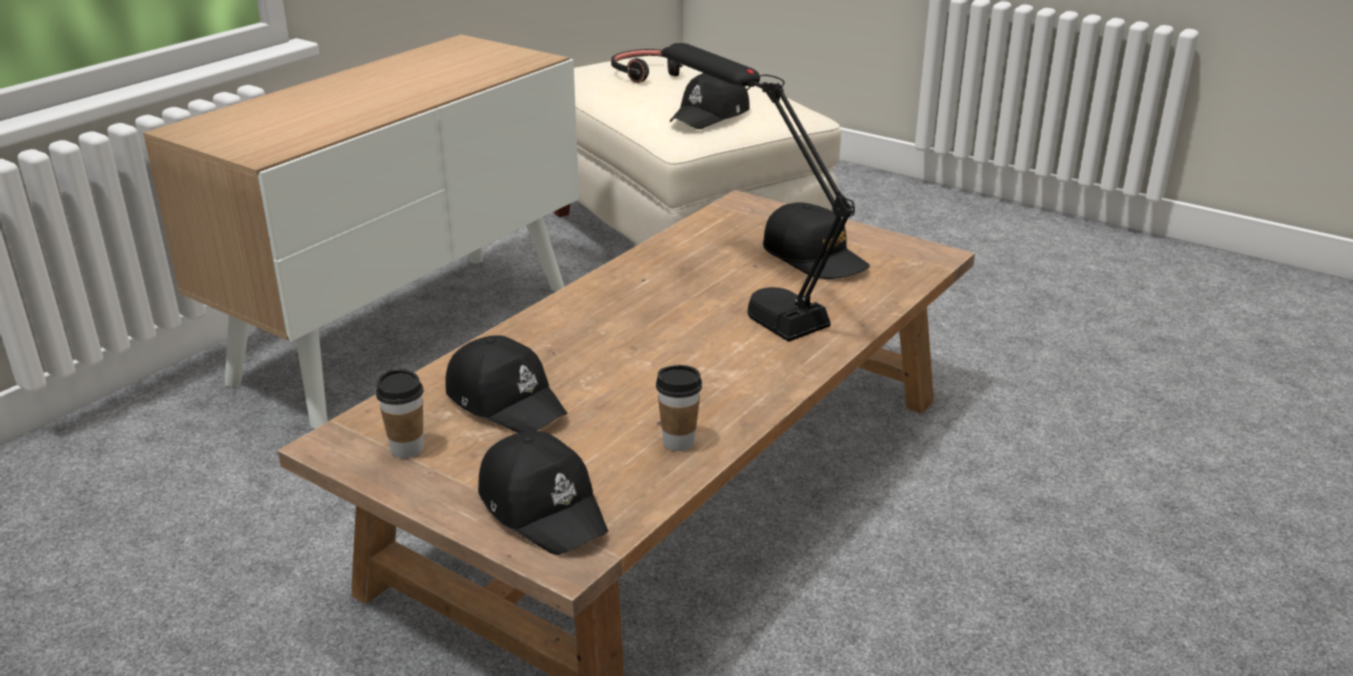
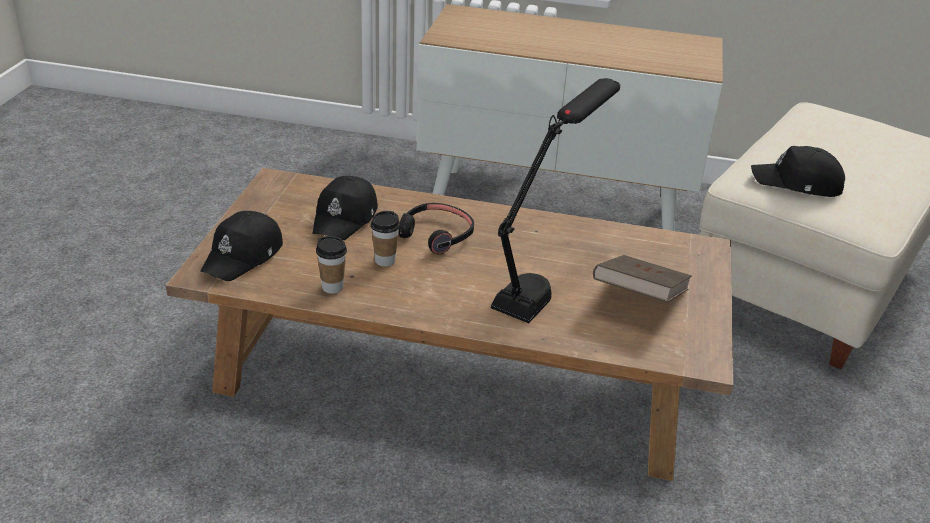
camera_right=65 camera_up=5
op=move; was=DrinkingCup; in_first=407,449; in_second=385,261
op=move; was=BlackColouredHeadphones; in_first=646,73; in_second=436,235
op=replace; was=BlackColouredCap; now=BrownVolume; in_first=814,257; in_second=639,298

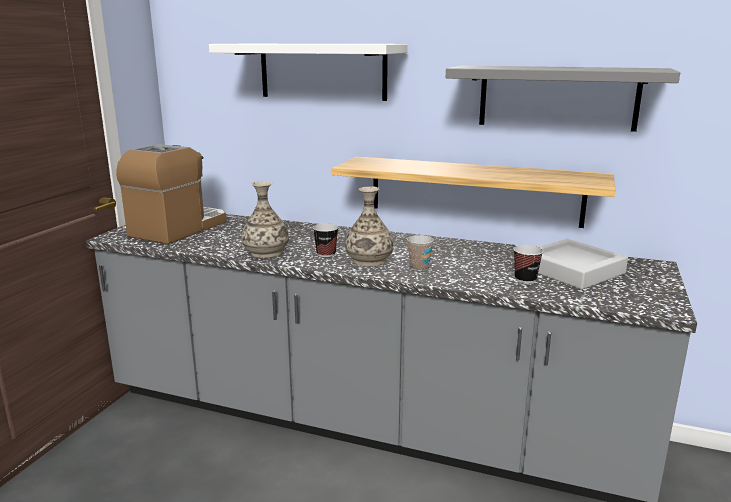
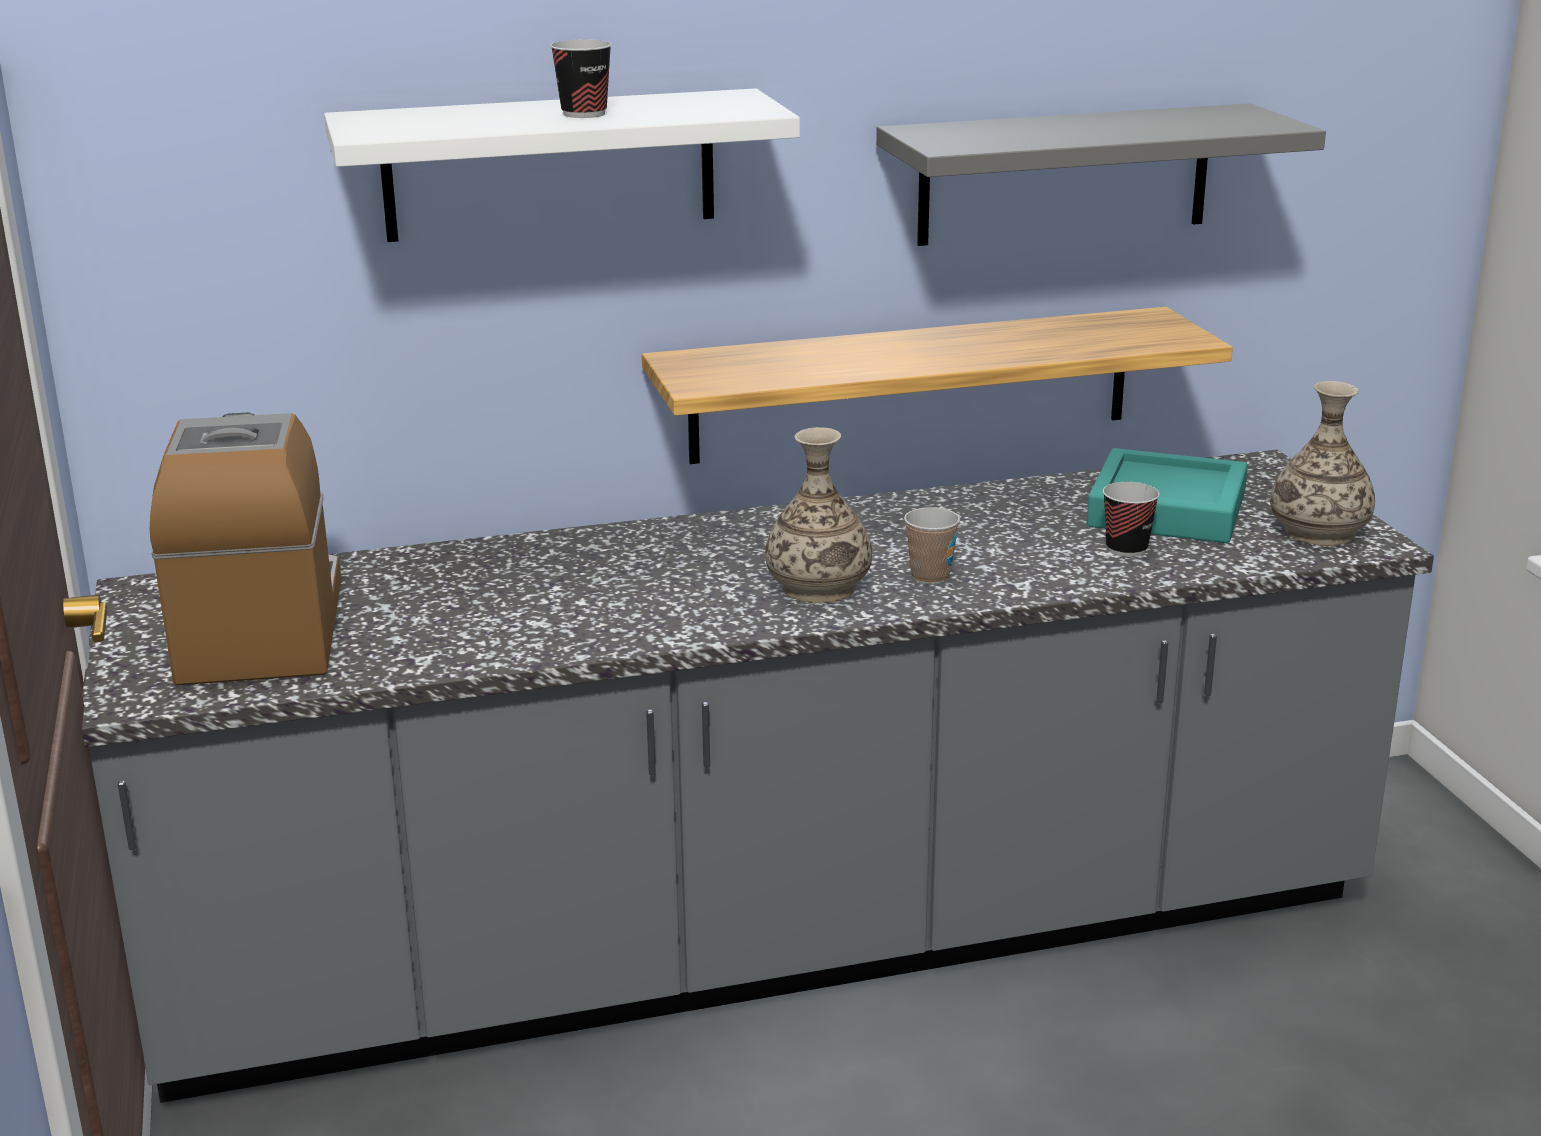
camera_right=-35 camera_up=5
op=move; was=DrinkingCup; in_first=326,254; in_second=584,114
op=recolor; was=GreyishTray; now=TurquoiseColouredTray; in_first=572,270; in_second=1167,510
op=move; was=FlowerVase; in_first=266,252; in_second=1319,532

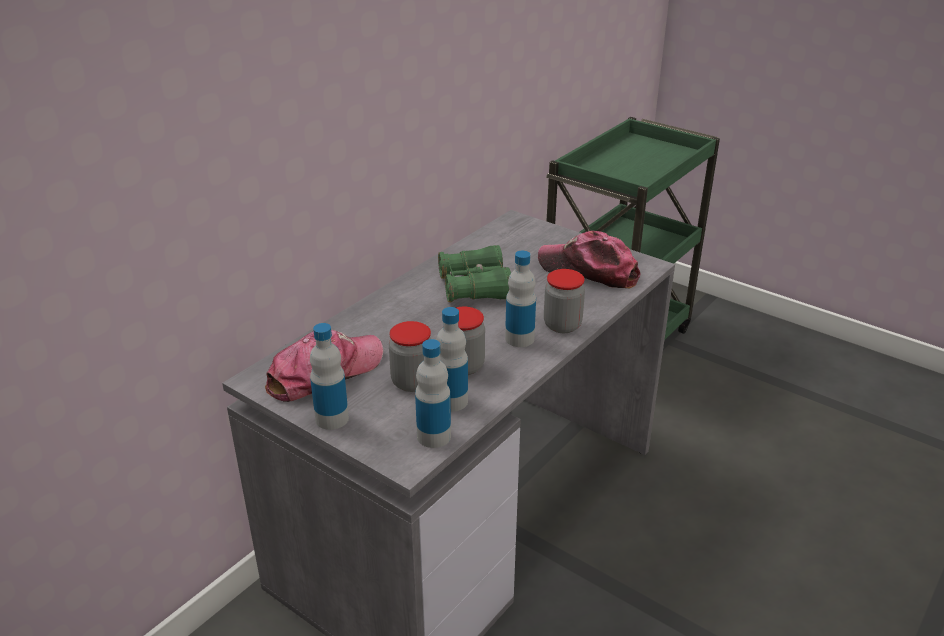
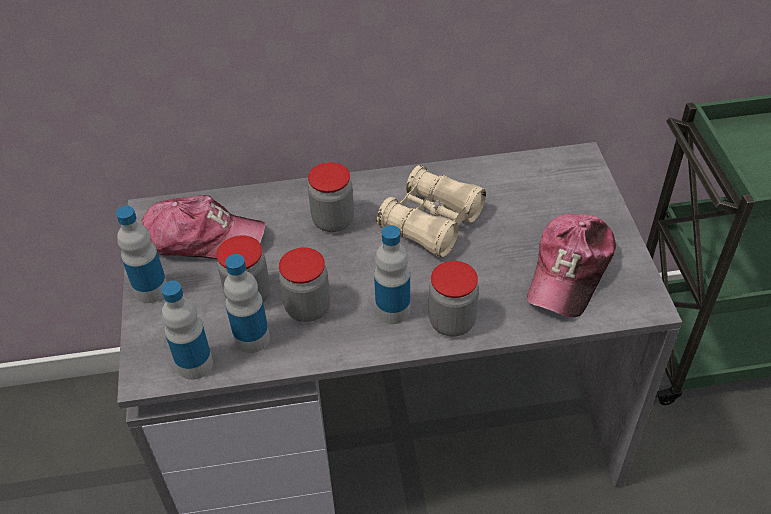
camera_right=45 camera_up=15
op=insert; now=PreserveJar; in_second=333,220
op=recolor; was=GreenishBinoculars; now=BeigeColouredBinoculars; in_first=475,287; in_second=432,222
op=rotate; was=Cap; in_first=589,271; in_second=570,271; clockwise=-135

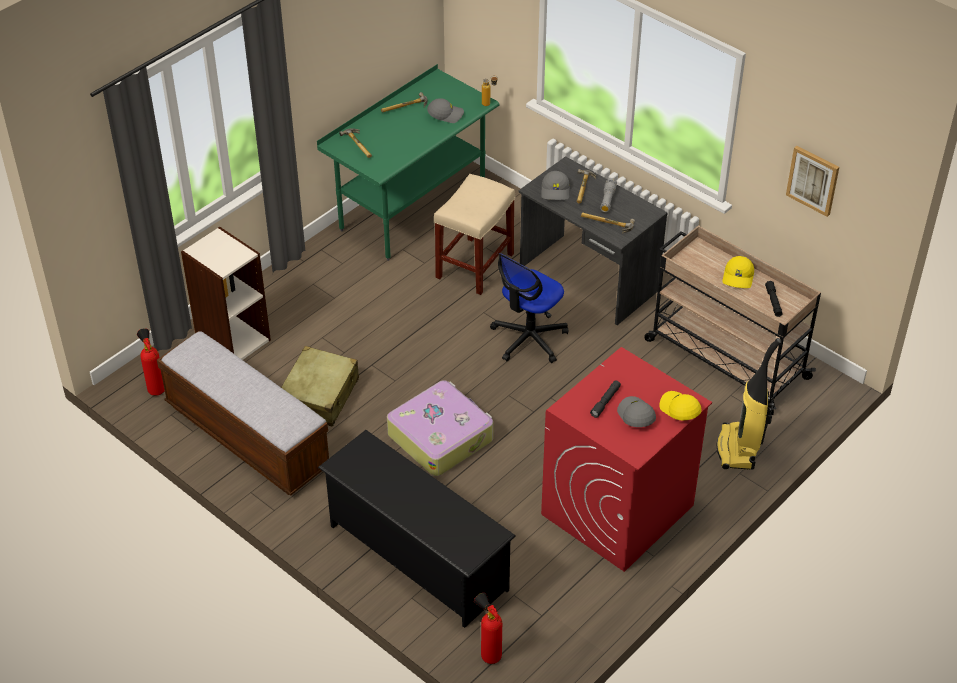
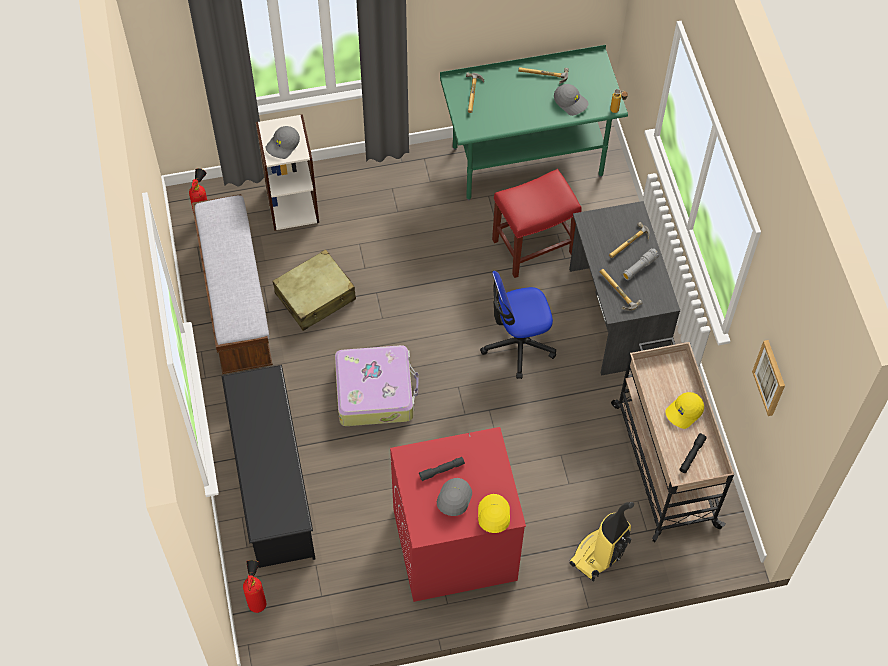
camera_right=35 camera_up=15
op=move; was=GreyishCap; in_first=556,191; in_second=283,145
op=recolor; was=BeigeColouredSittingStool; now=RedSittingStool; in_first=474,266; in_second=532,247

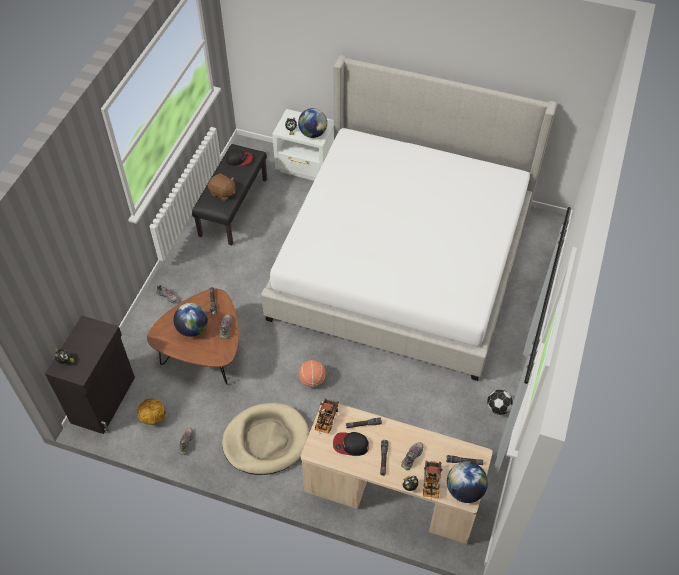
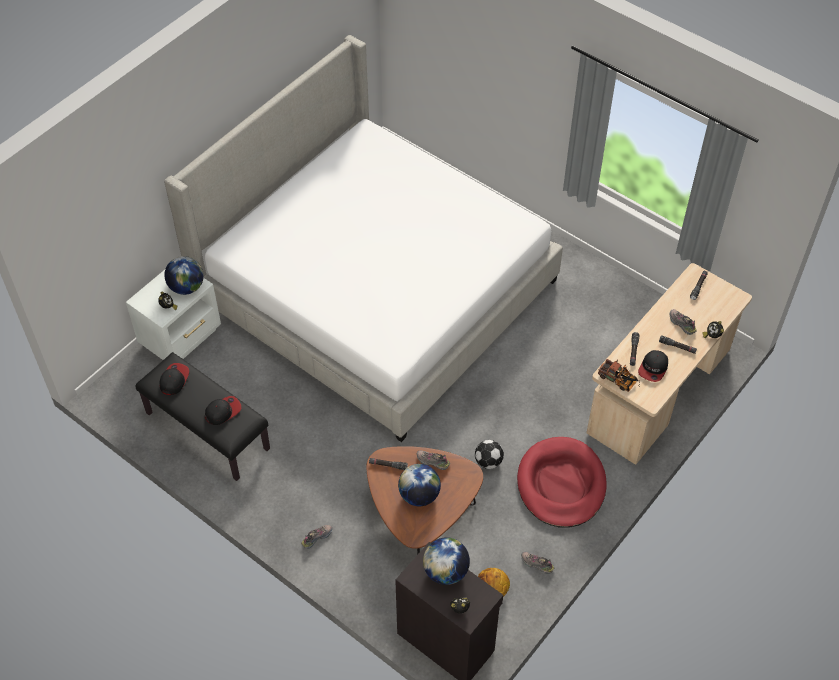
camera_right=-70 camera_up=0
op=replace; was=BrownPlushToy; now=Cap; in_first=223,193; in_second=223,411
op=move; was=Globe; in_first=464,490; in_second=445,571
op=move; was=Football; in_first=497,408; in_second=488,462
op=recolor; was=BeigeColouredPetBed; now=RedPetBed; in_first=266,440; in_second=561,484
op=delete; was=BasketballBall; in_first=312,380
op=delete; was=ModelTruck; in_first=431,484

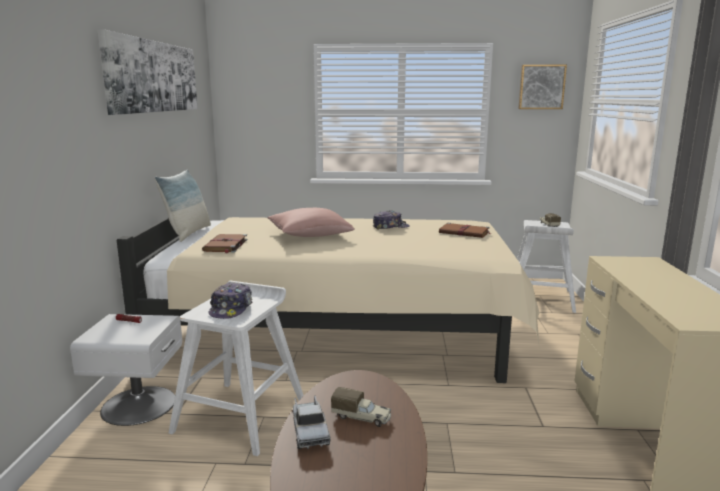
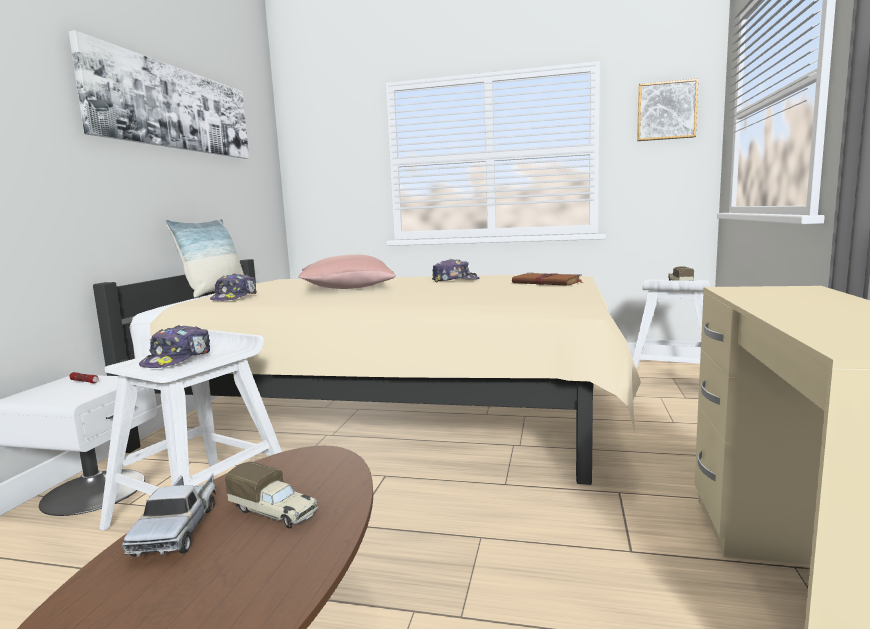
camera_right=10 camera_up=-5
op=replace; was=BrownVolume; now=Cap; in_first=225,245; in_second=235,297

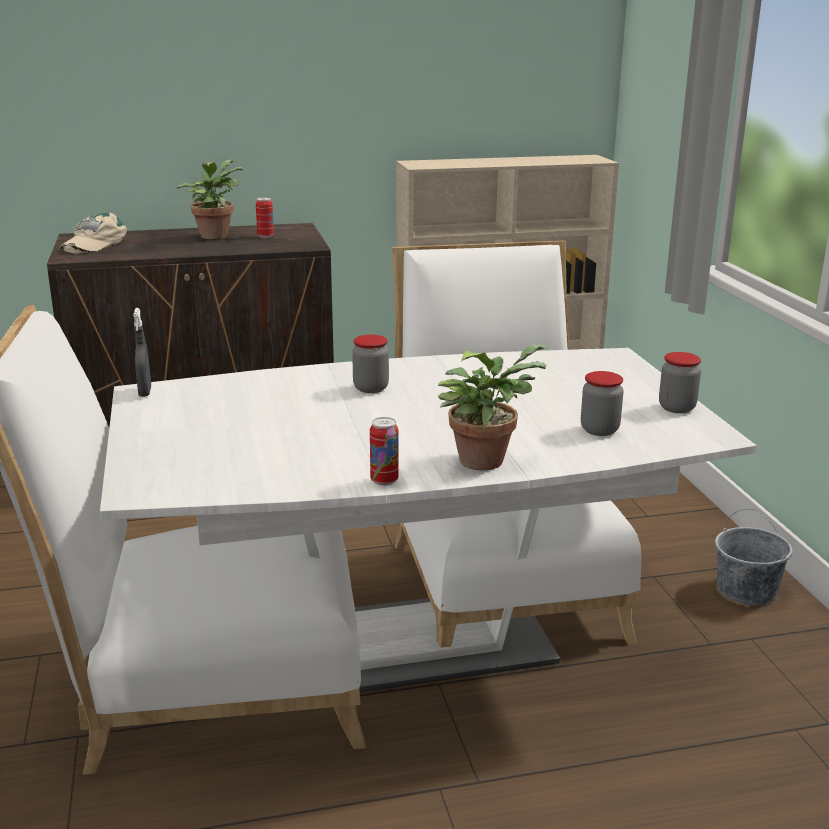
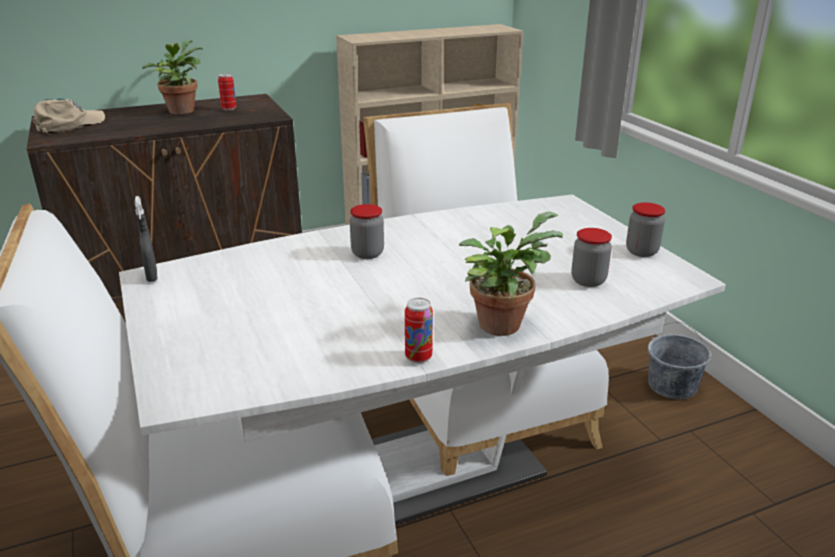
camera_right=-10 camera_up=5
op=rotate; was=BeigeColouredCap; in_first=94,244; in_second=69,125; clockwise=-150

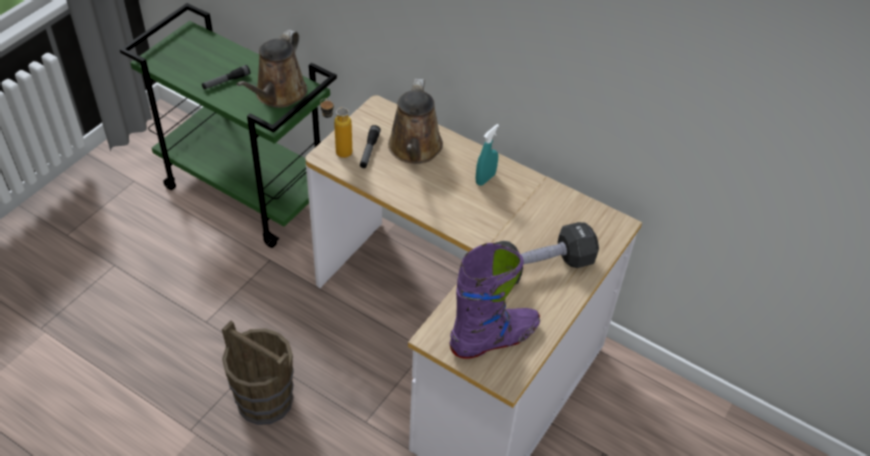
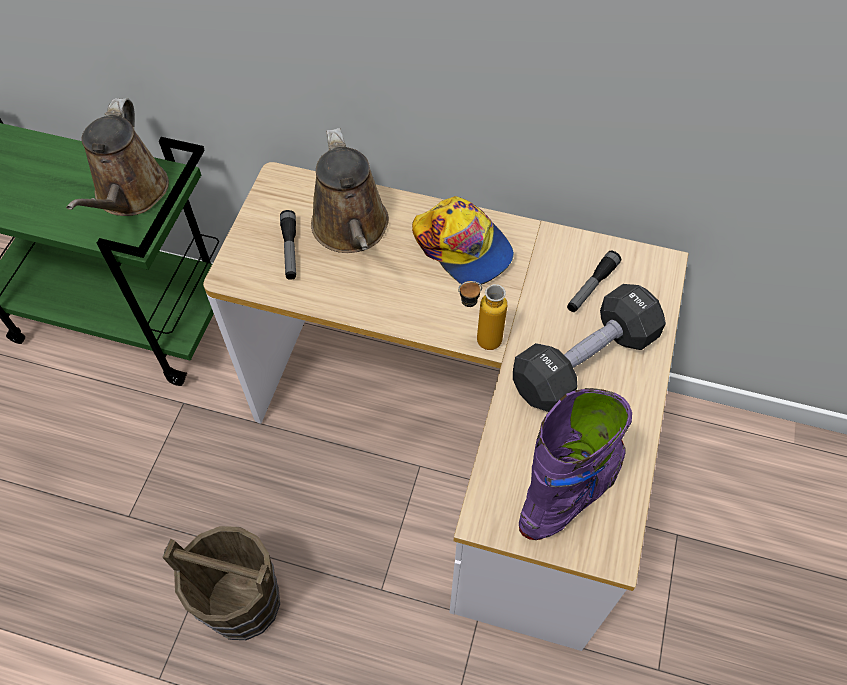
camera_right=-15 camera_up=10
op=replace; was=TurquoiseColouredSprayer; now=Cap; in_first=485,178; in_second=463,247
op=move; was=Bottle; in_first=337,151; in_second=478,341
op=move; was=Flashlight; in_first=226,81; in_second=591,286

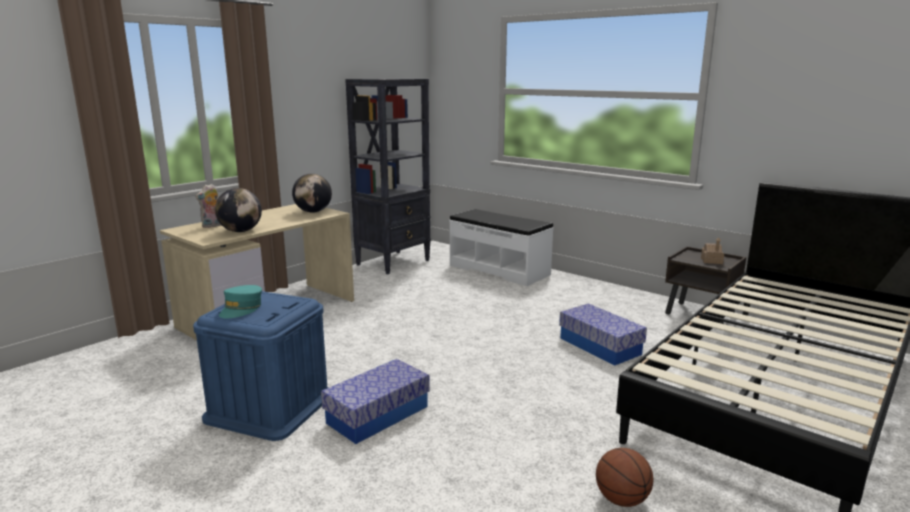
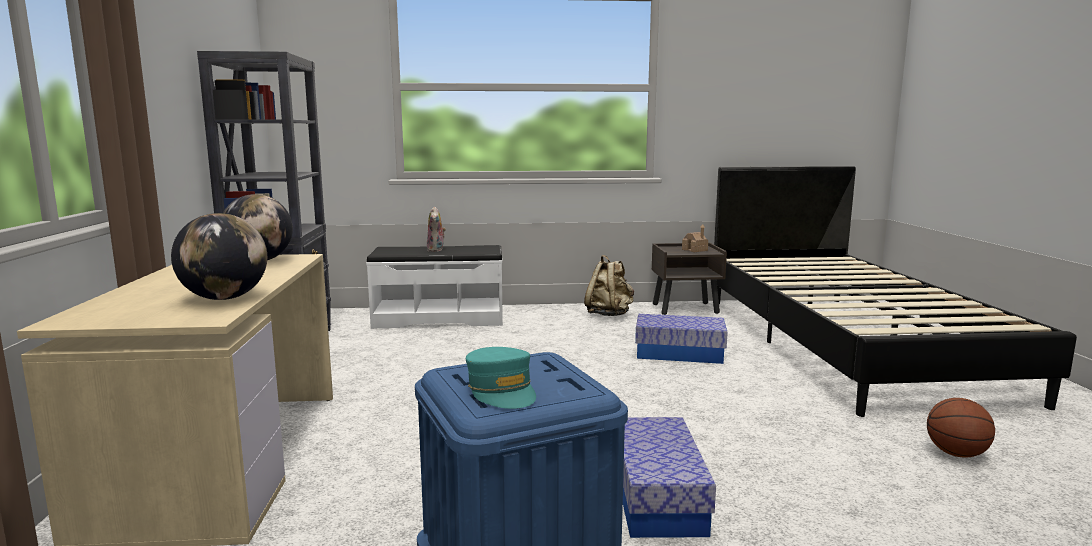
camera_right=-45 camera_up=-5
op=move; was=PlushToy; in_first=212,226; in_second=436,250
op=insert; now=BeigeColouredRucksack; in_second=609,314

